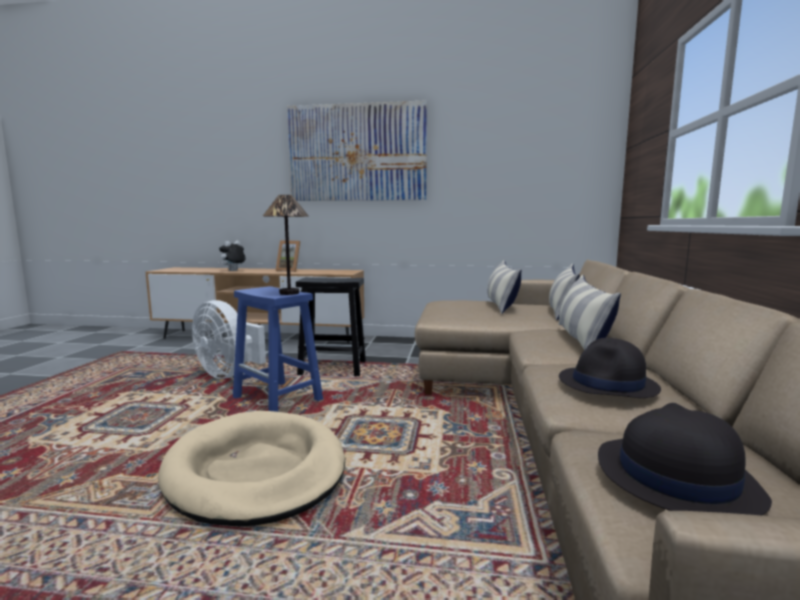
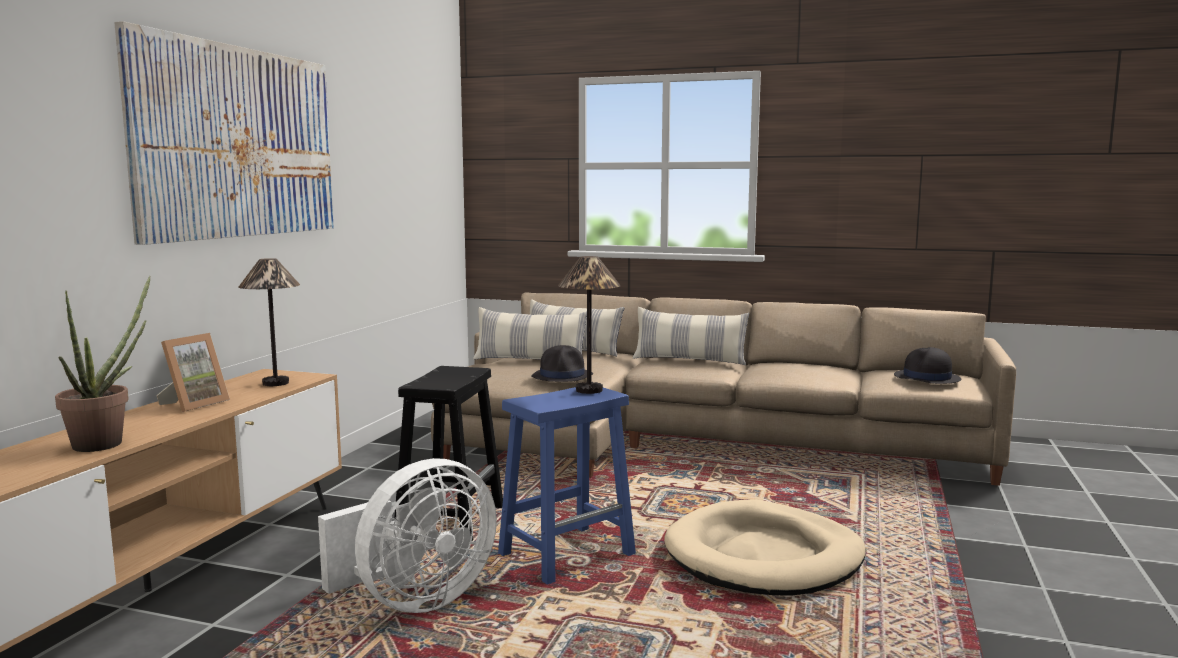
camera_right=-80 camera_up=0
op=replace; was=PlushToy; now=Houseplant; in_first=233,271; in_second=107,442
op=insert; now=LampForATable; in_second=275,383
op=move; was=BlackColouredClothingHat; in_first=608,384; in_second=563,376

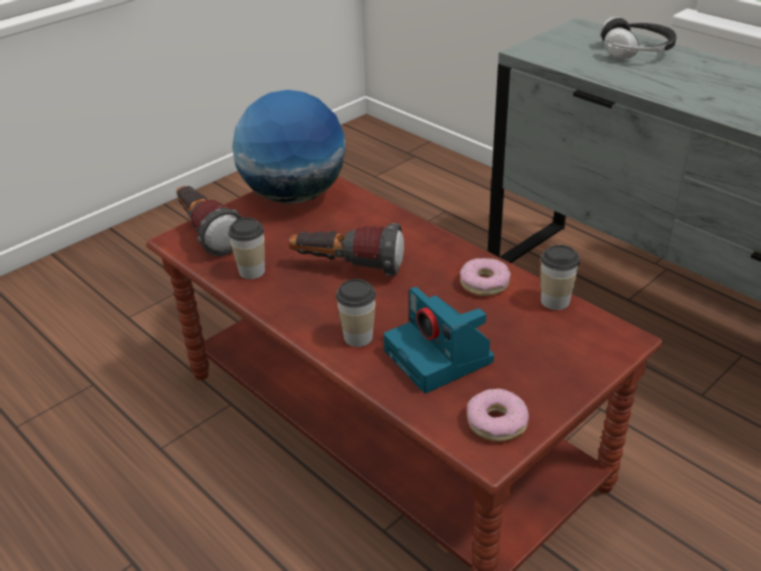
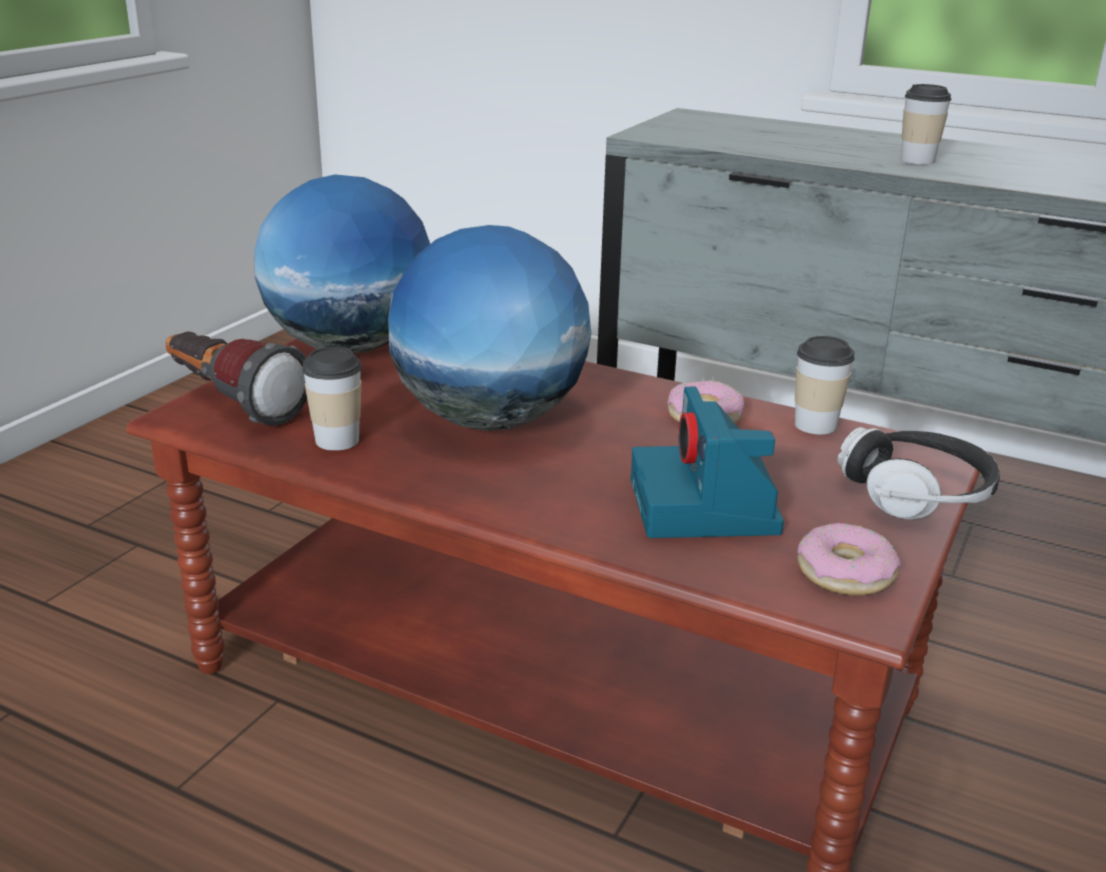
camera_right=-20 camera_up=-10
op=replace; was=Flashlight; now=Globe; in_first=347,268; in_second=489,420
op=rotate; was=PhotoCamera; in_first=440,357; in_second=705,507; clockwise=45
op=move; was=Headphones; in_first=636,52; in_second=916,494
op=move; was=DrinkingCup; in_first=358,337; in_second=917,160

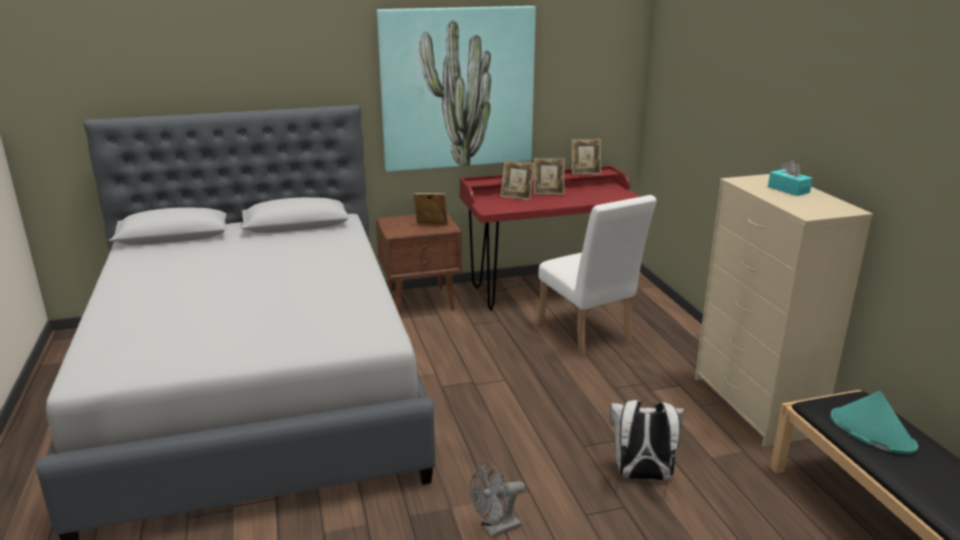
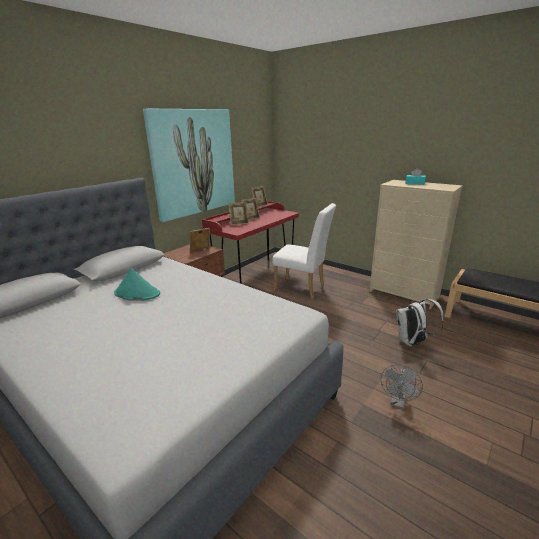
camera_right=-35 camera_up=0
op=move; was=TurquoiseColouredClothingHat; in_first=871,432; in_second=136,293

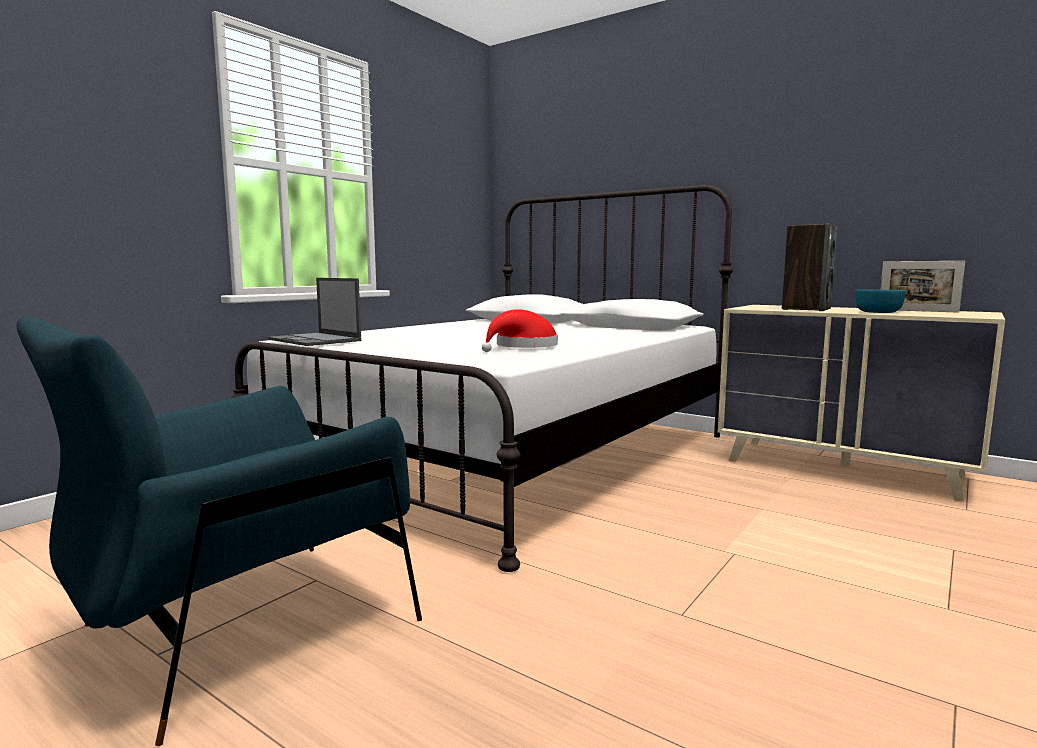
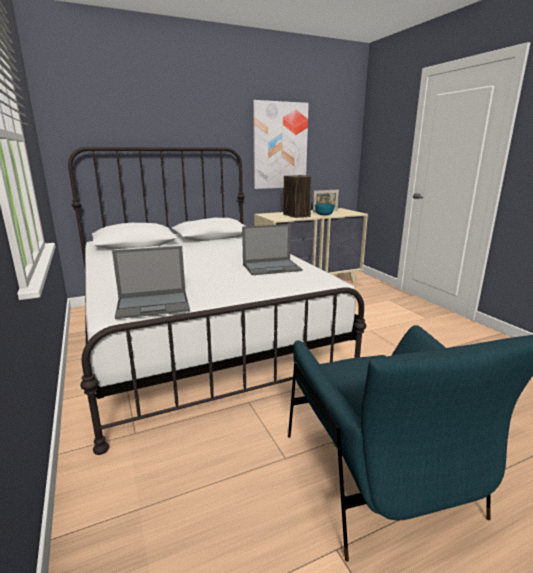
camera_right=-60 camera_up=10
op=replace; was=RedClothingHat; now=NotebookComputer; in_first=523,347; in_second=272,267
op=insert; now=WallArt; in_second=280,146

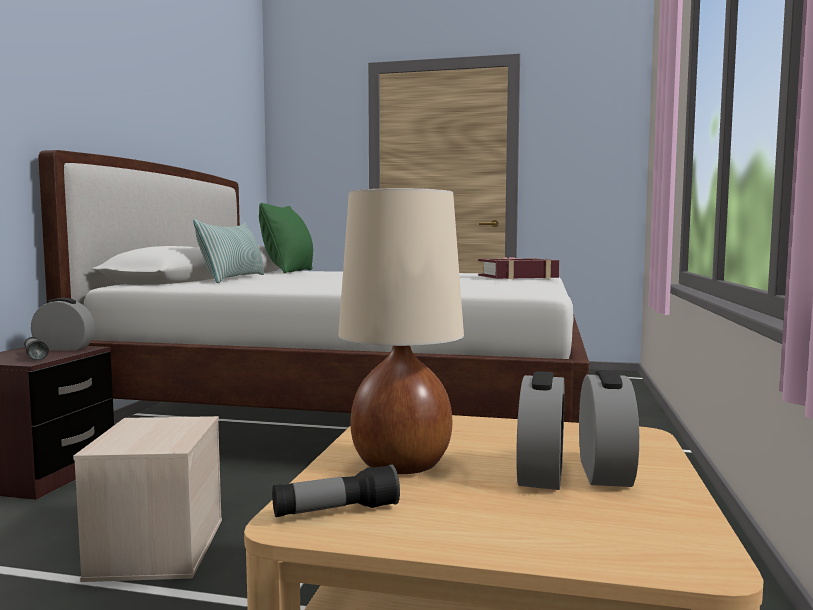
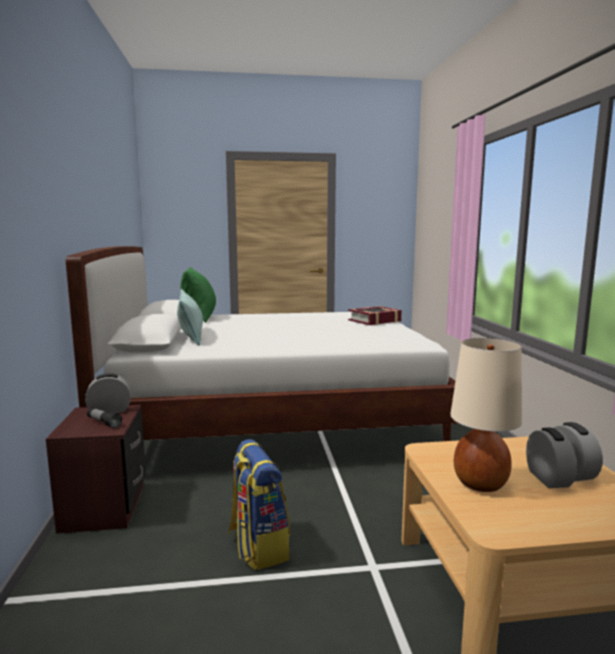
camera_right=-20 camera_up=5
op=replace; was=BeigeColouredStorageBox; now=Rucksack; in_first=156,547; in_second=258,546
op=delete; was=Flashlight; in_first=336,511

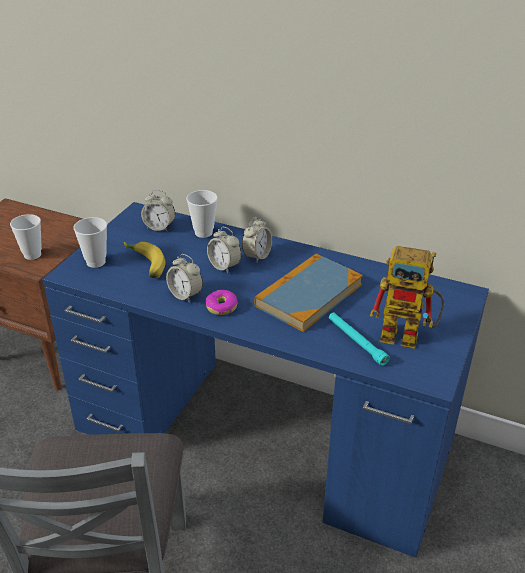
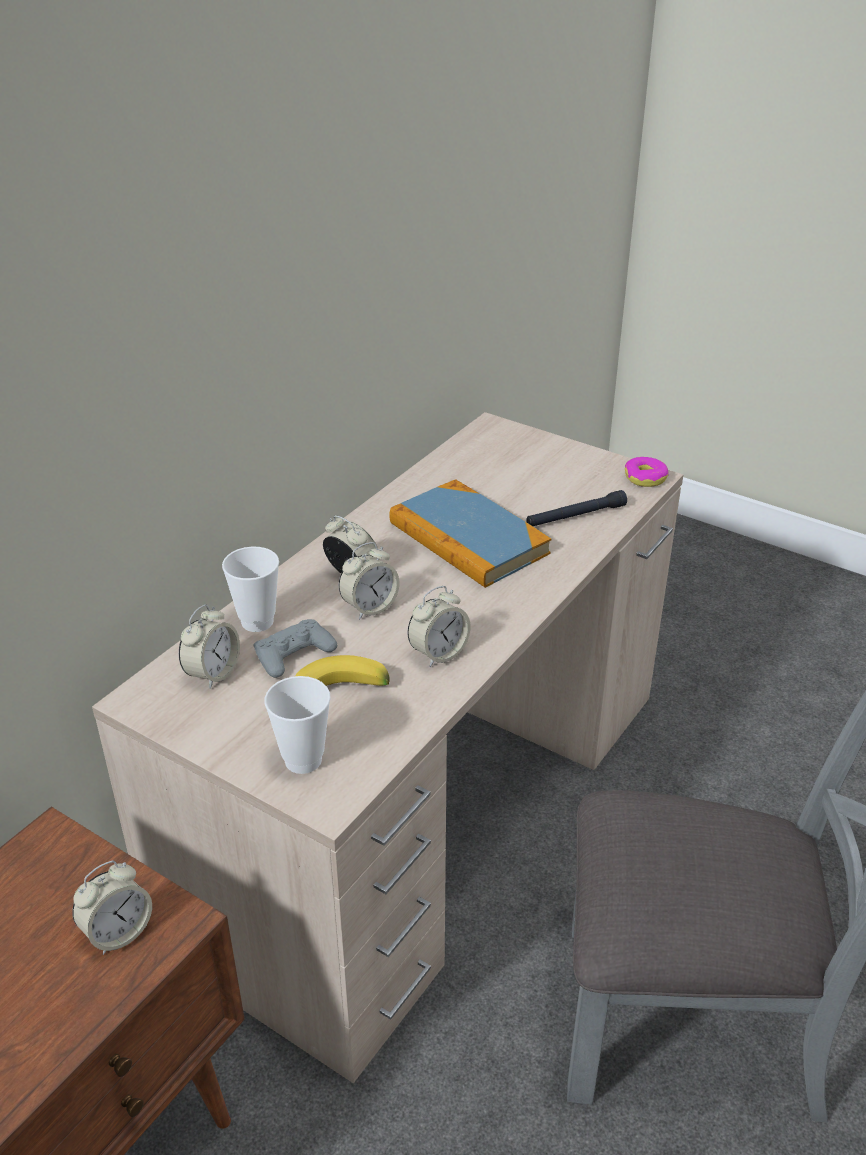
camera_right=-80 camera_up=0
op=replace; was=DrinkingCup; now=AlarmClock; in_first=32,255; in_second=118,932
op=recolor; was=BluishDesk; now=BeigeColouredDesk; in_first=263,436; in_second=431,809
op=insert; now=GreyishGameController; in_second=294,654
op=recolor; was=TurquoiseColouredFlashlight; now=BlackColouredFlashlight; in_first=356,342; in_second=575,516
op=move; was=Doughnut; in_first=221,307; in_second=645,478
op=delete; was=ToyRobot; in_first=408,336

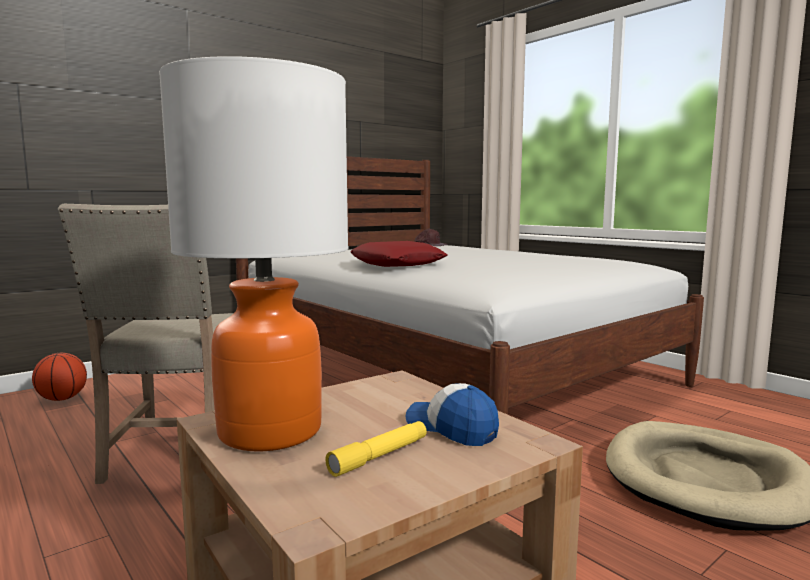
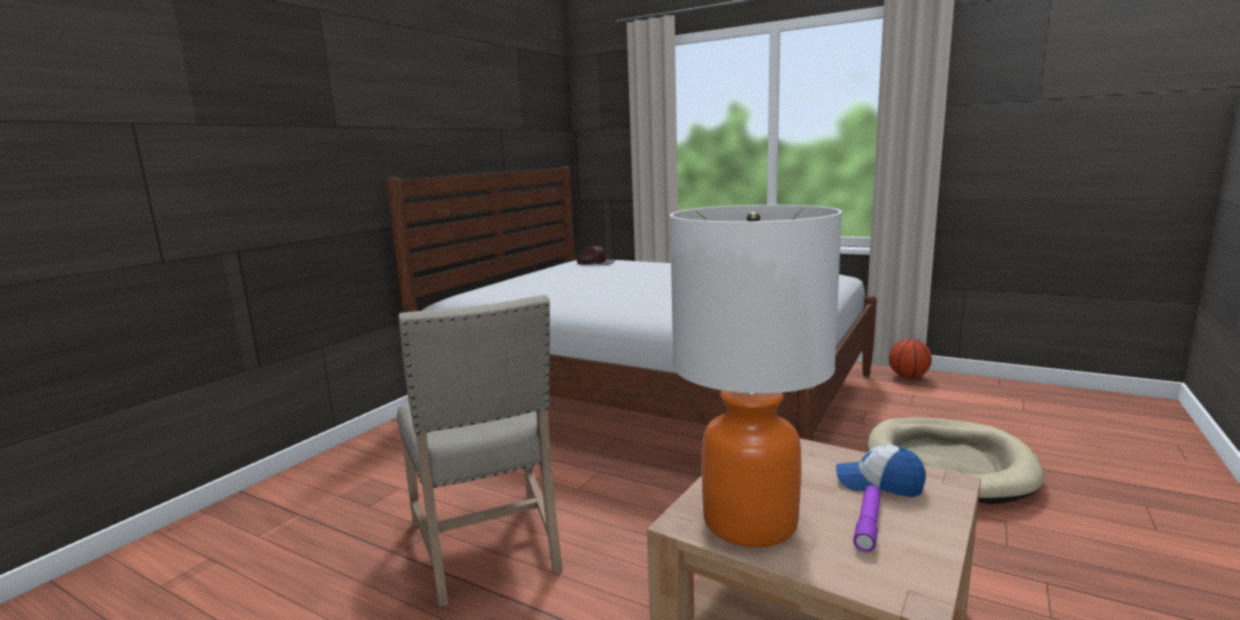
camera_right=-20 camera_up=5
op=recolor; was=YellowColouredFlashlight; now=PurplishFlashlight; in_first=380,456; in_second=868,524
op=move; was=BasketballBall; in_first=62,399; in_second=908,377
op=delete; was=RedCushion; in_first=397,264

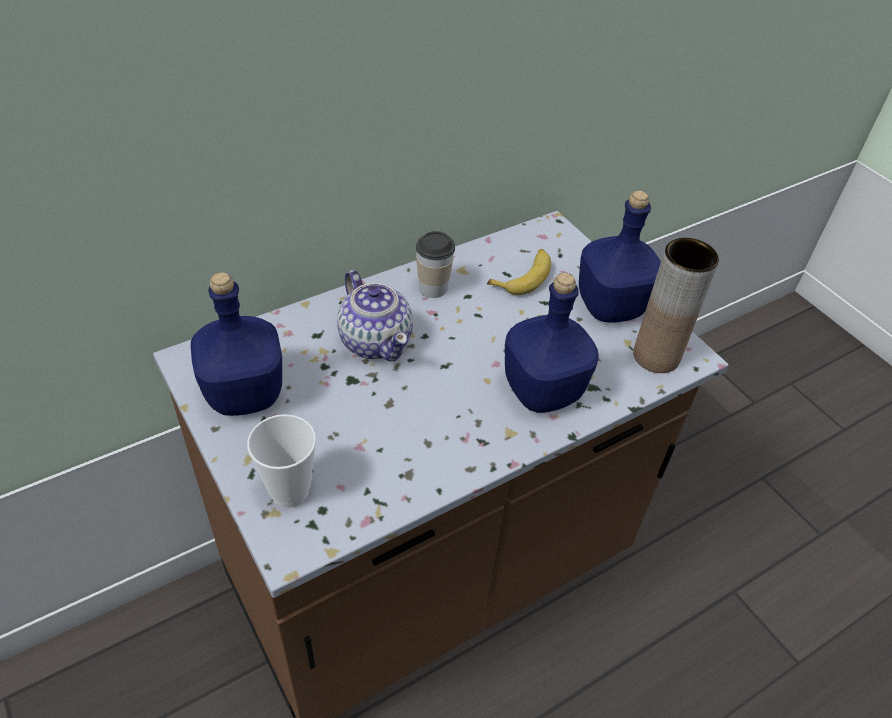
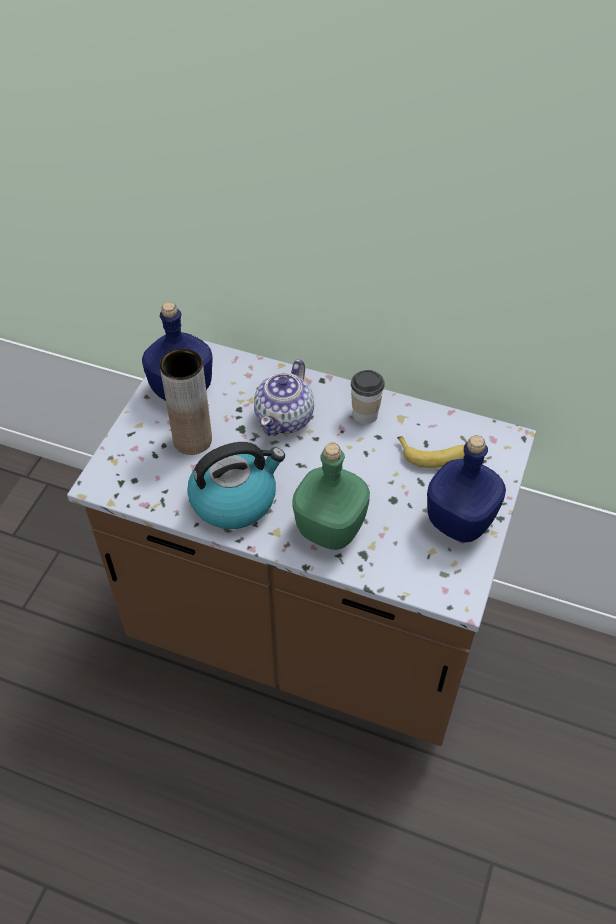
camera_right=55 camera_up=5
op=move; was=BrownFlowerVase; in_first=656,356; in_second=192,440
op=insert; now=TeaKettle; in_second=235,499
op=recolor; was=BluishBottle; now=GreenishBottle; in_first=541,390; in_second=330,527
op=delete; was=DrinkingCup; in_first=290,492

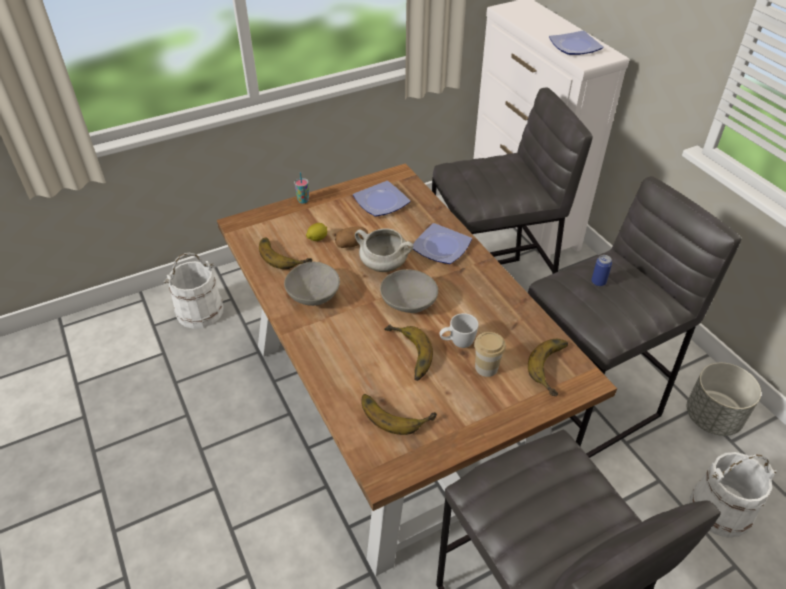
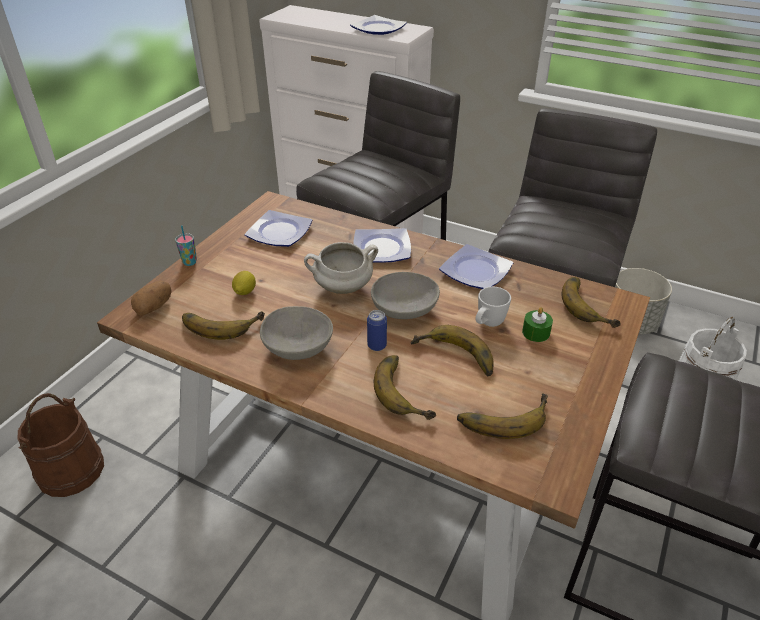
camera_right=-35 camera_up=-5
op=recolor; was=WhiteColouredPail; now=BrownPail; in_first=200,311; in_second=70,469
op=move; was=Potato; in_first=352,244; in_second=154,307
op=move; was=Can; in_first=598,282; in_second=377,345
op=insert; now=WholeBanana; in_second=407,389
op=insert; now=FlatDish; in_second=475,270
op=replace; was=DrinkingCup; now=GreenishCandle; in_first=486,367; in_second=536,332

